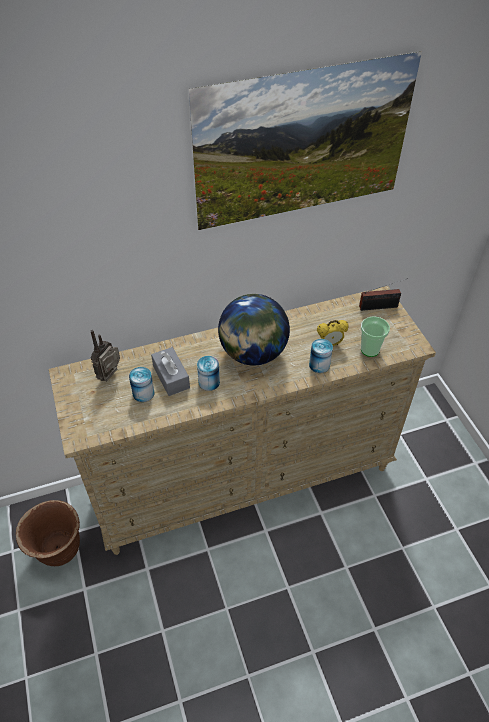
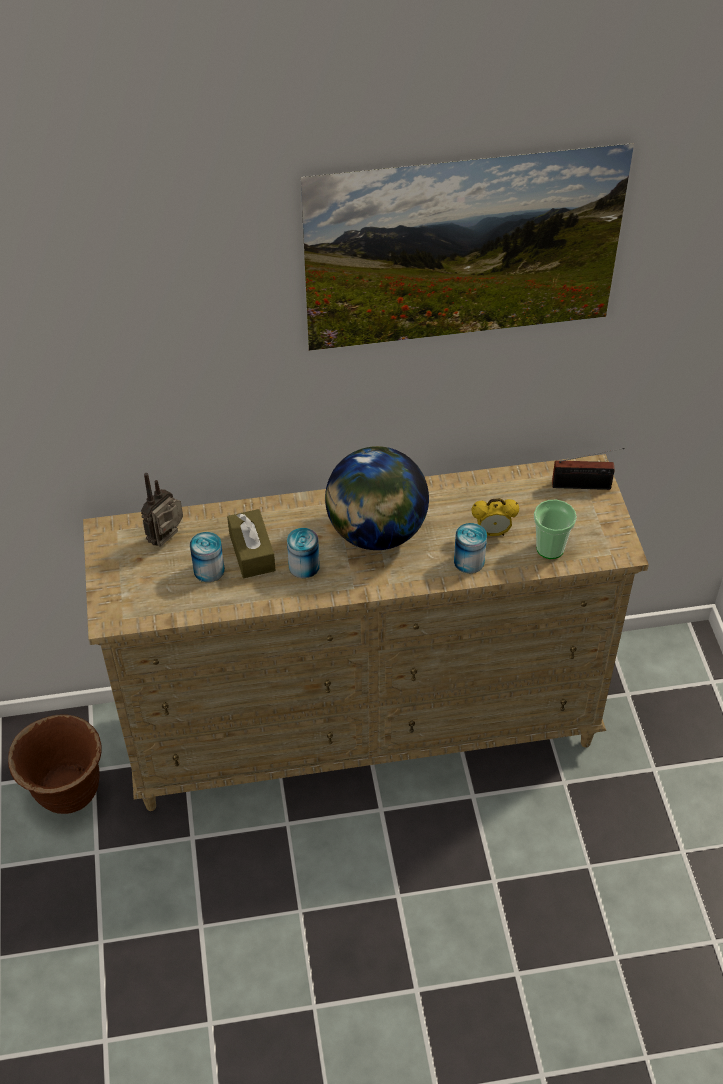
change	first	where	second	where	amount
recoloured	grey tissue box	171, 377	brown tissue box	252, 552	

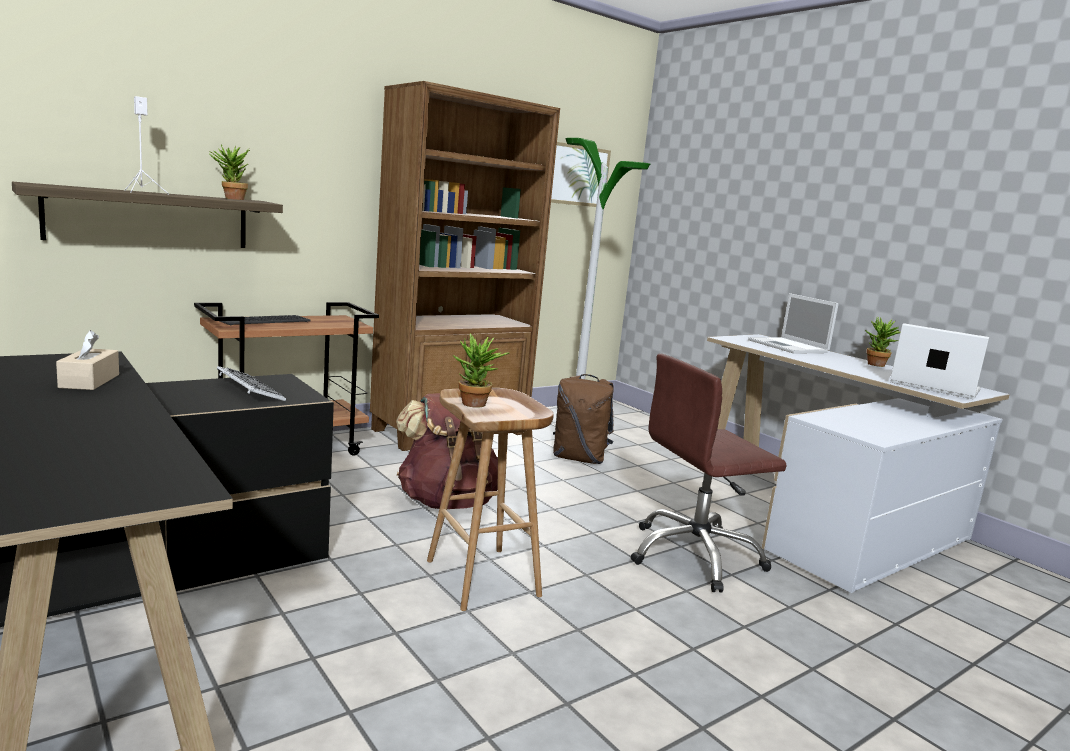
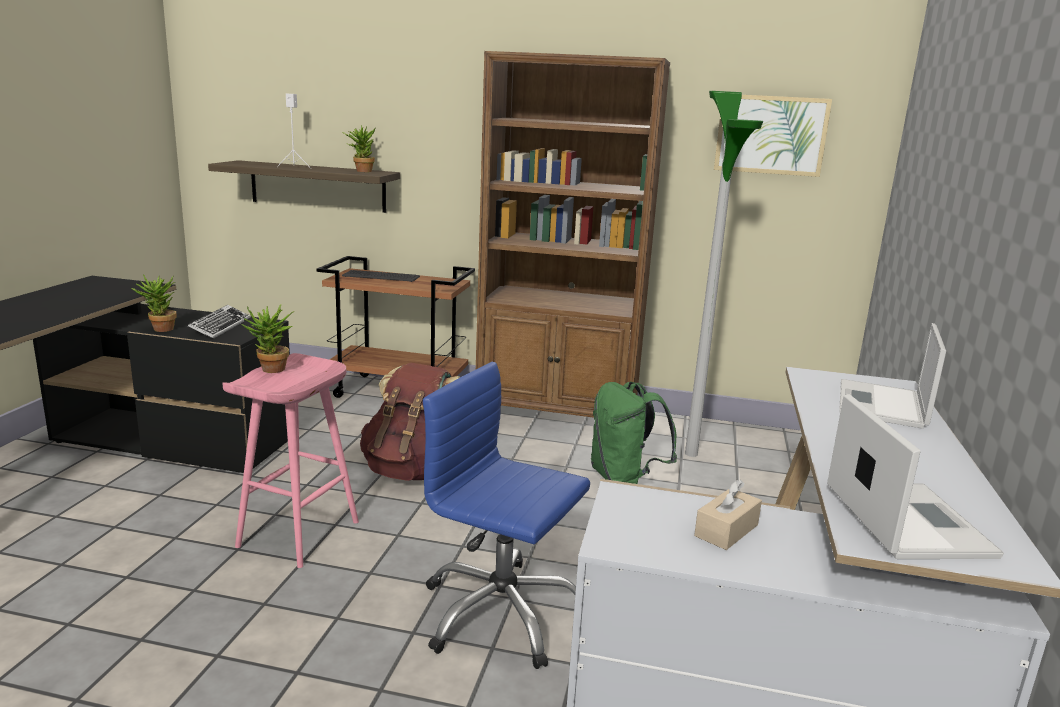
change	first	where	second	where	amount
moved	beige tissue box	89, 381		726, 530	
moved	potted plant	878, 365		159, 330	
recoloured	brown stool	484, 578	pink stool	299, 535	
recoloured	brown backpack	579, 459	green backpack	624, 481	
recoloured	brown office chair	695, 556	blue office chair	500, 613	

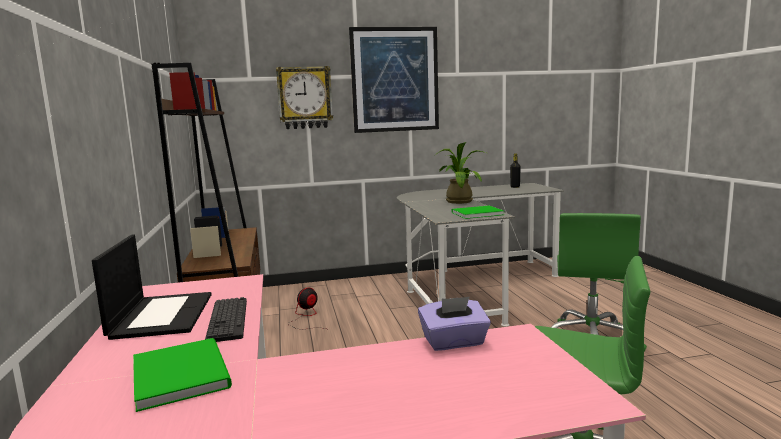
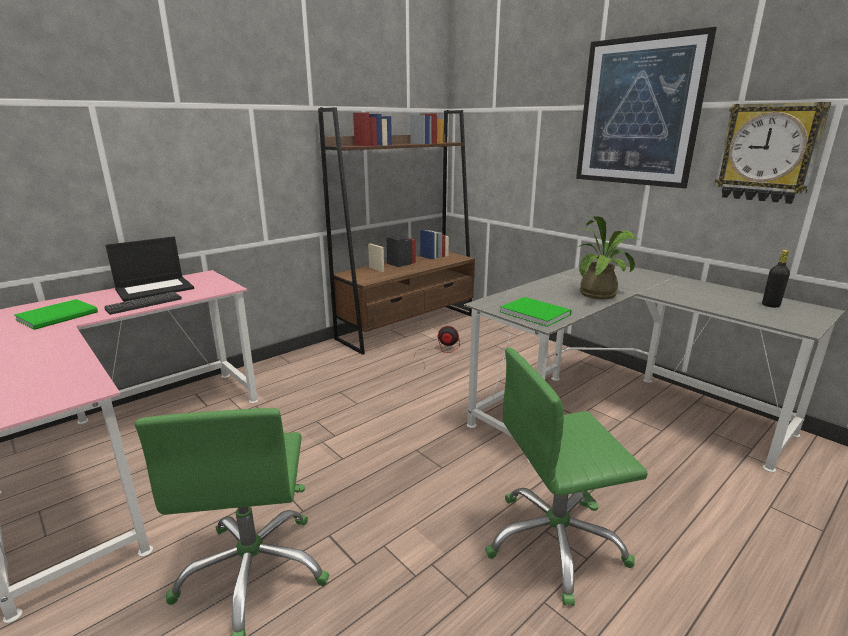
change	first	where	second	where	amount
removed	purple tissue box	454, 342			
moved	wall clock	305, 98		768, 153	

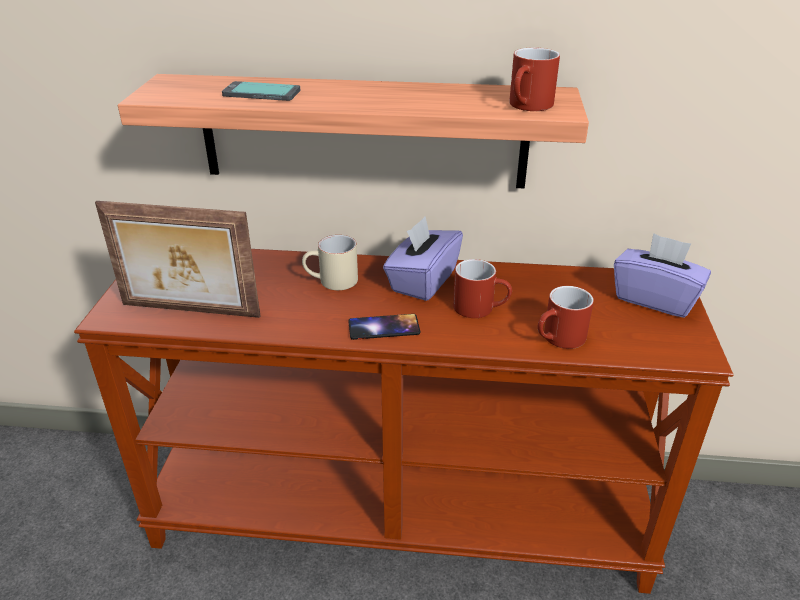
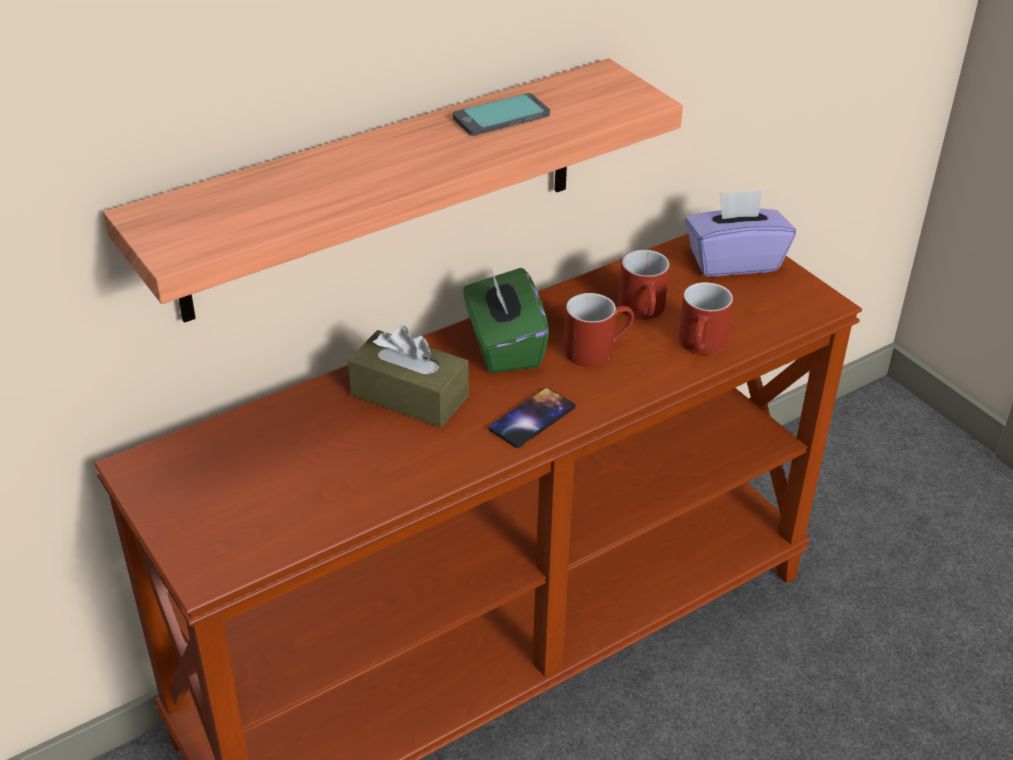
change	first	where	second	where	amount
removed	picture frame	189, 311			
moved	phone	261, 93		501, 117	
moved	red mug	529, 107		645, 312	
replaced	beige mug	331, 282	brown tissue box	409, 395	
recoloured	purple tissue box	422, 281	green tissue box	503, 346	

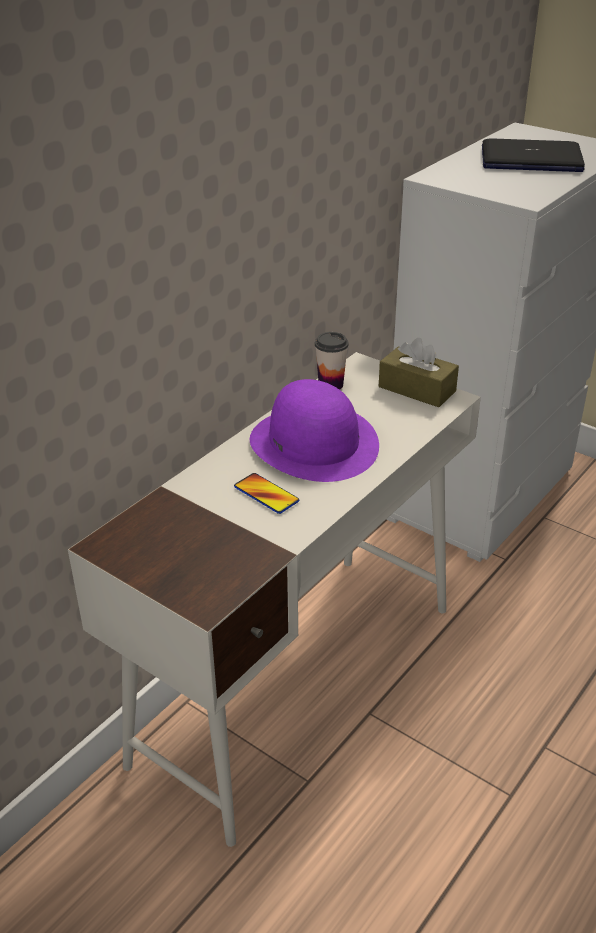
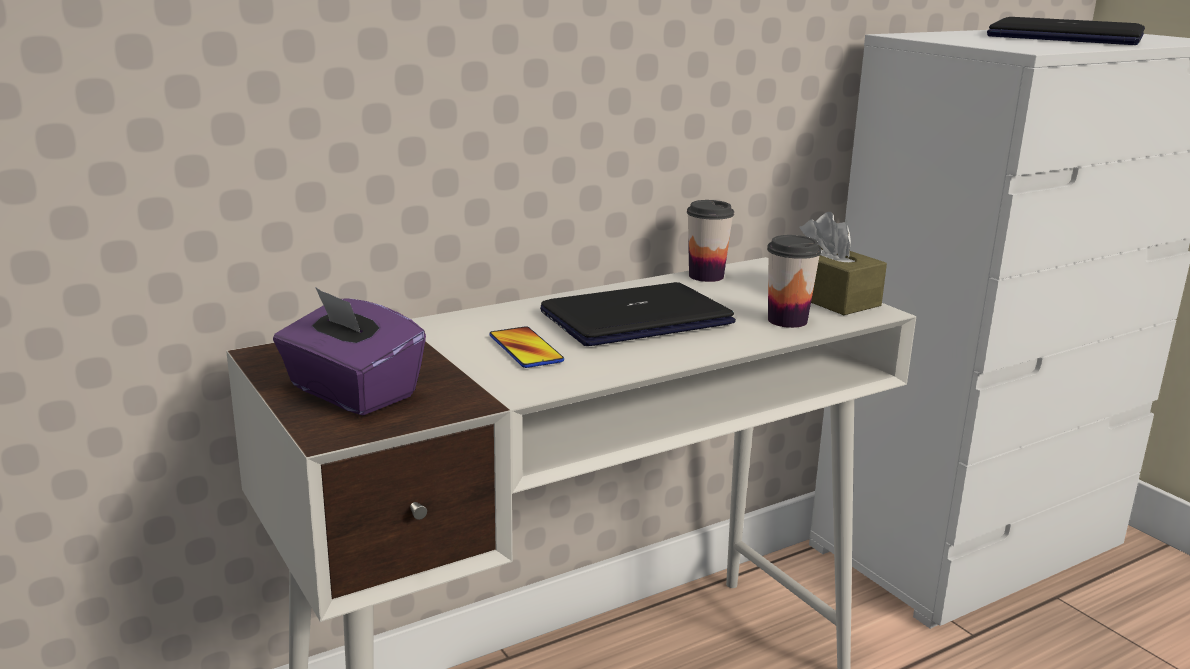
change	first	where	second	where	amount
added			purple tissue box	351, 392	
added			cup	787, 320	
replaced	purple hat	314, 443	laptop	636, 318	

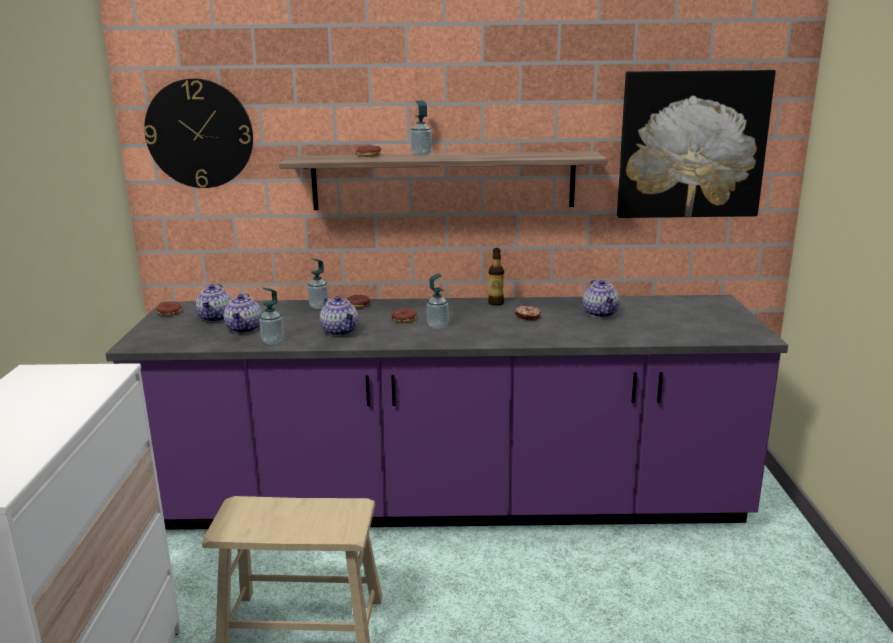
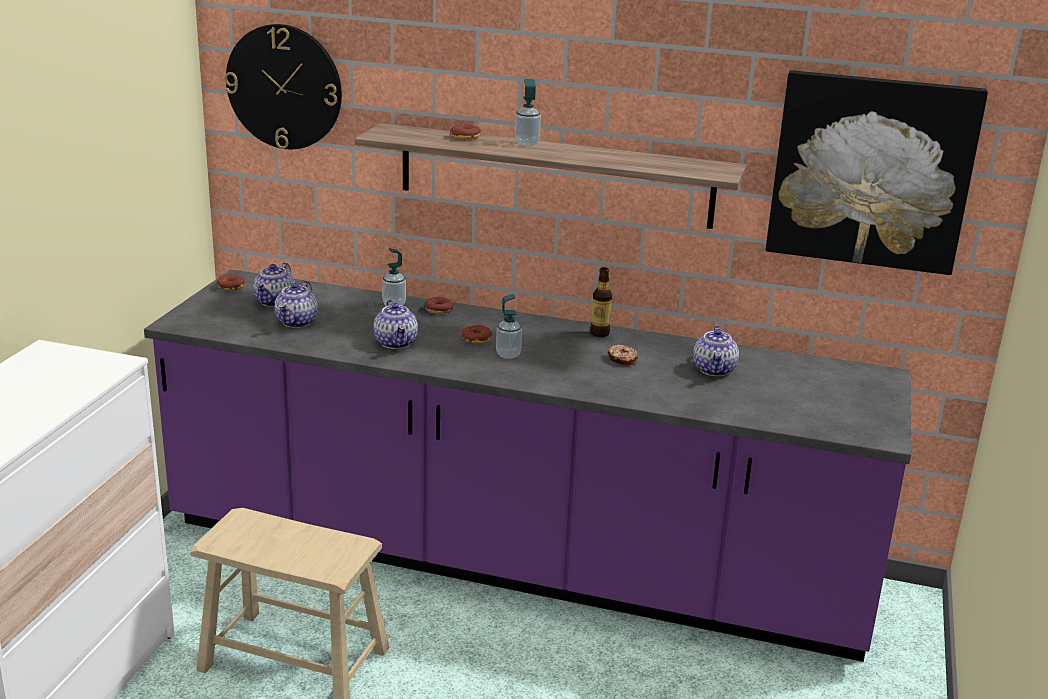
change	first	where	second	where	amount
removed	soap dispenser	273, 341			

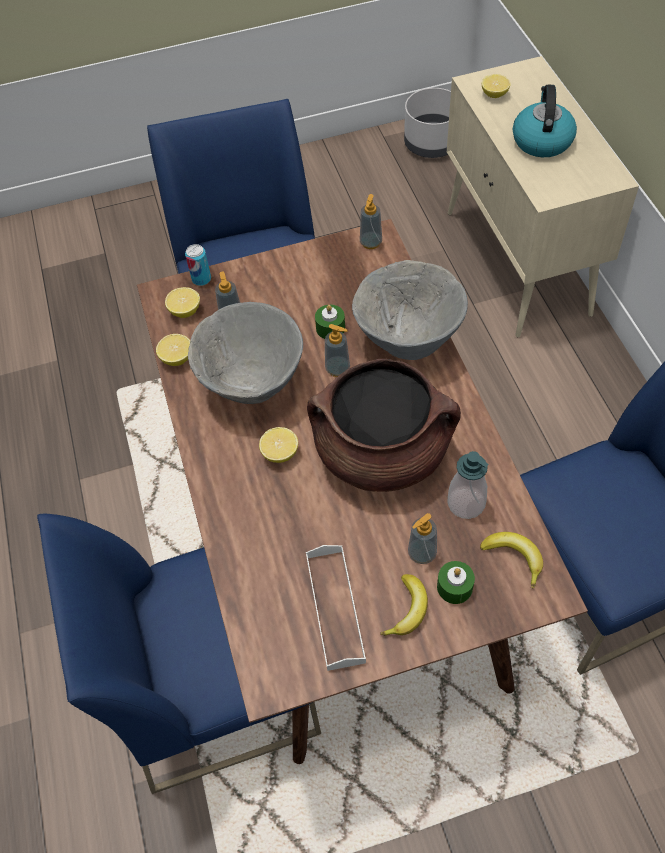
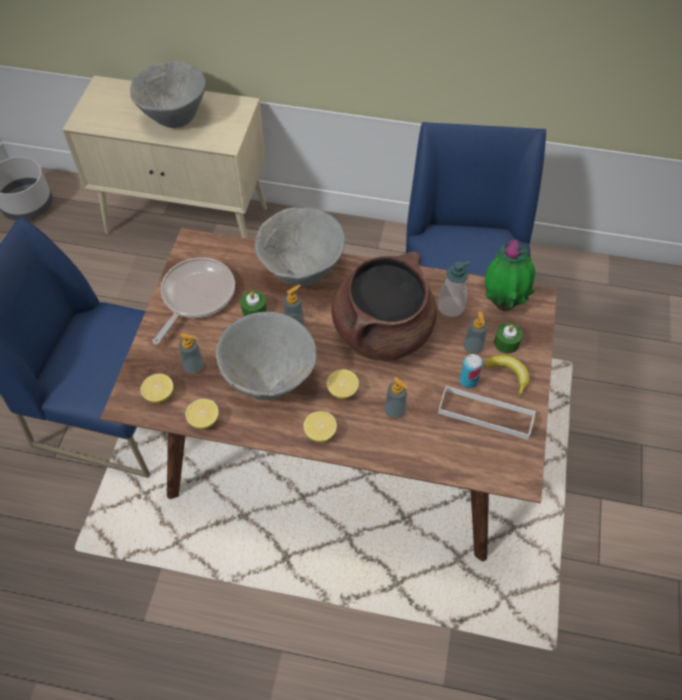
change	first	where	second	where	amount
removed	blue chair	219, 684			
added			frying pan	196, 296	
moved	can	201, 279		468, 381	
moved	soap dispenser	371, 242		394, 411	
moved	lemon	494, 94		320, 433	
replaced	banana	514, 557	potted plant	503, 303	
replaced	kettle	541, 140	grey bowl	174, 118	

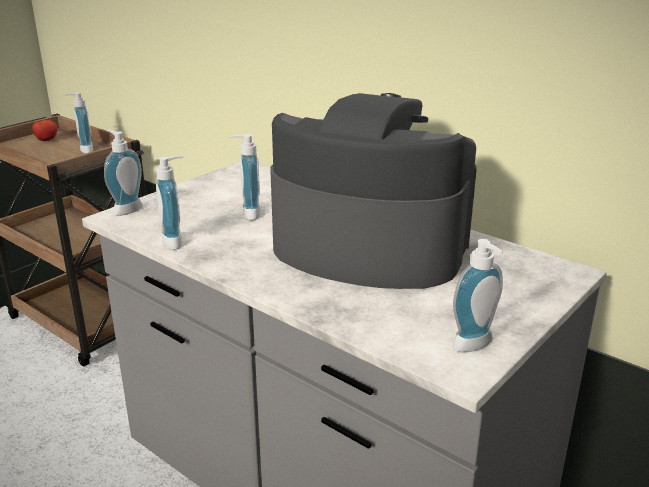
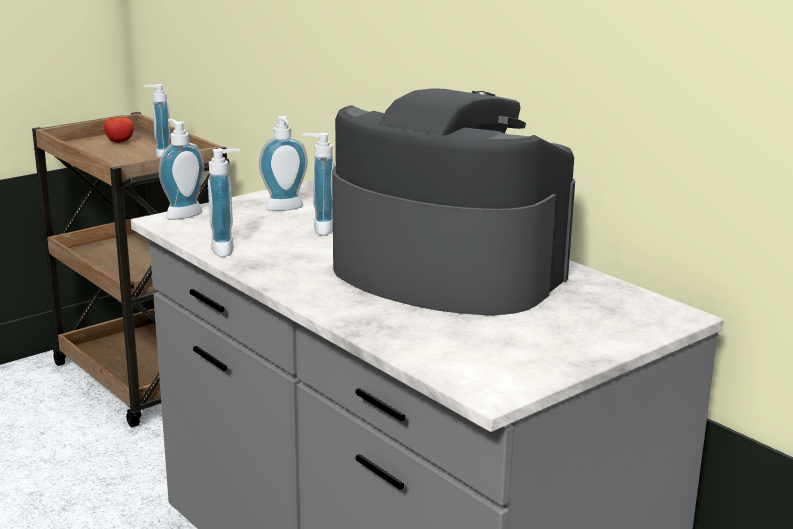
change	first	where	second	where	amount
moved	soap dispenser	476, 346		285, 209	

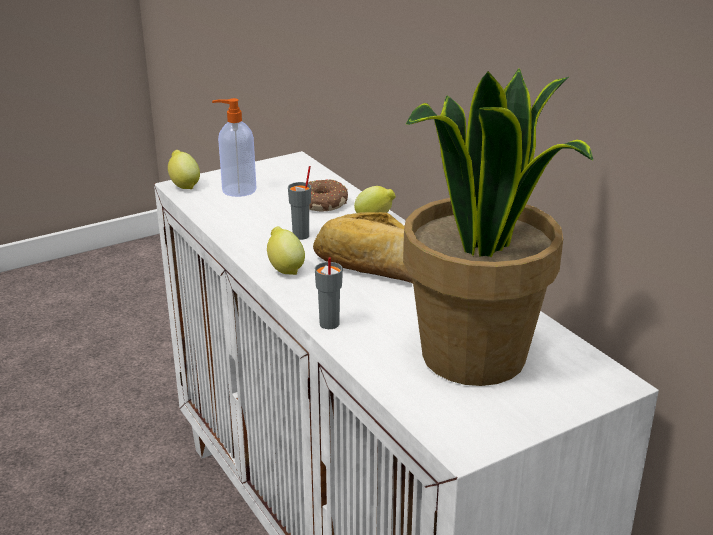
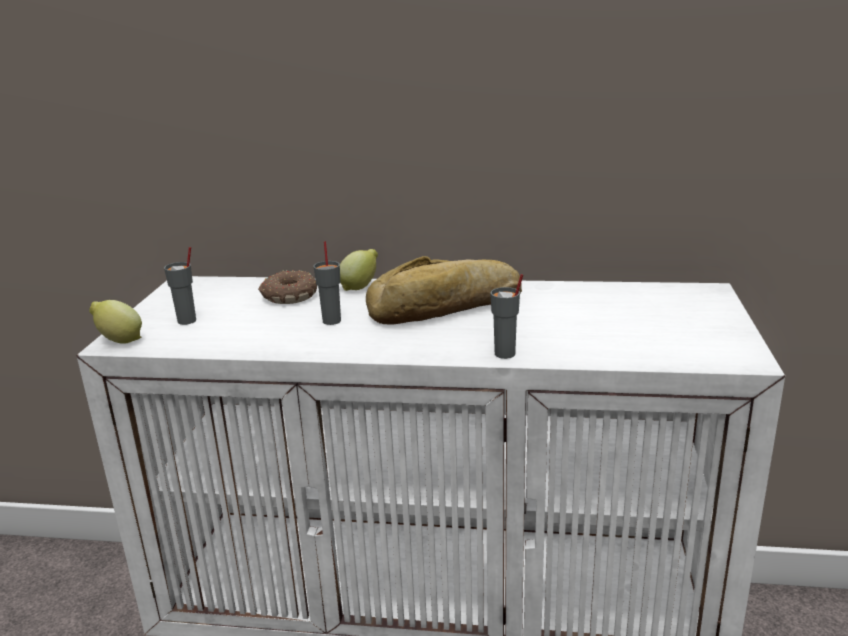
change	first	where	second	where	amount
removed	lemon	285, 269			
removed	potted plant	475, 357			
replaced	soap dispenser	237, 190	grey cup	187, 321	

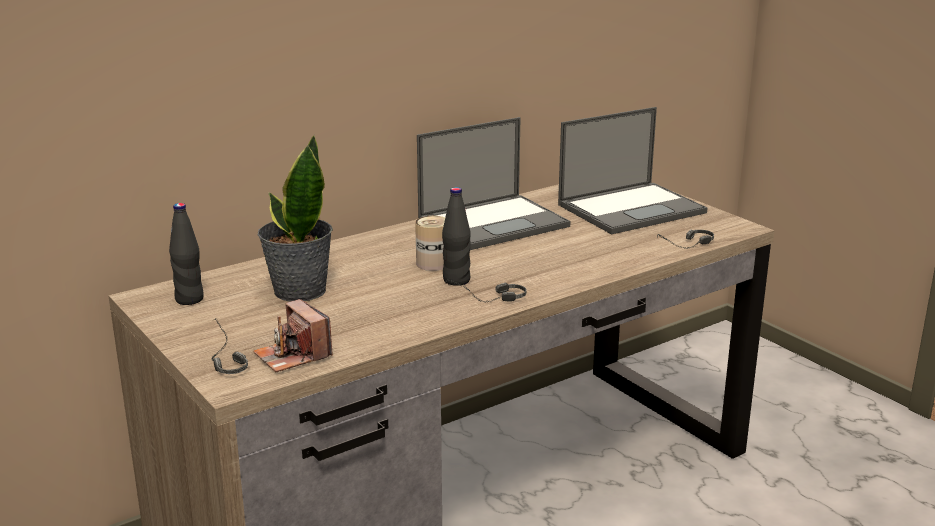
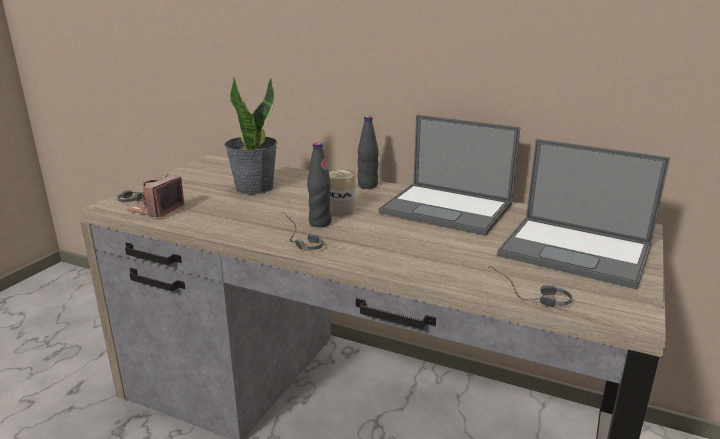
change	first	where	second	where	amount
moved	black bottle	189, 299		367, 185	

